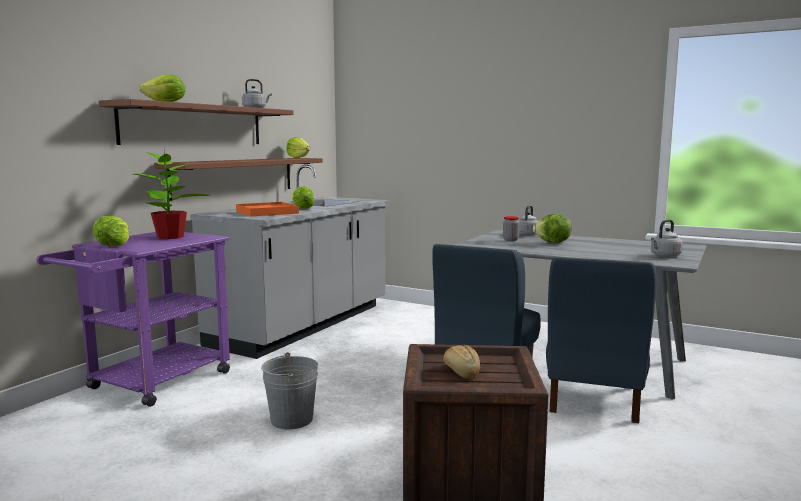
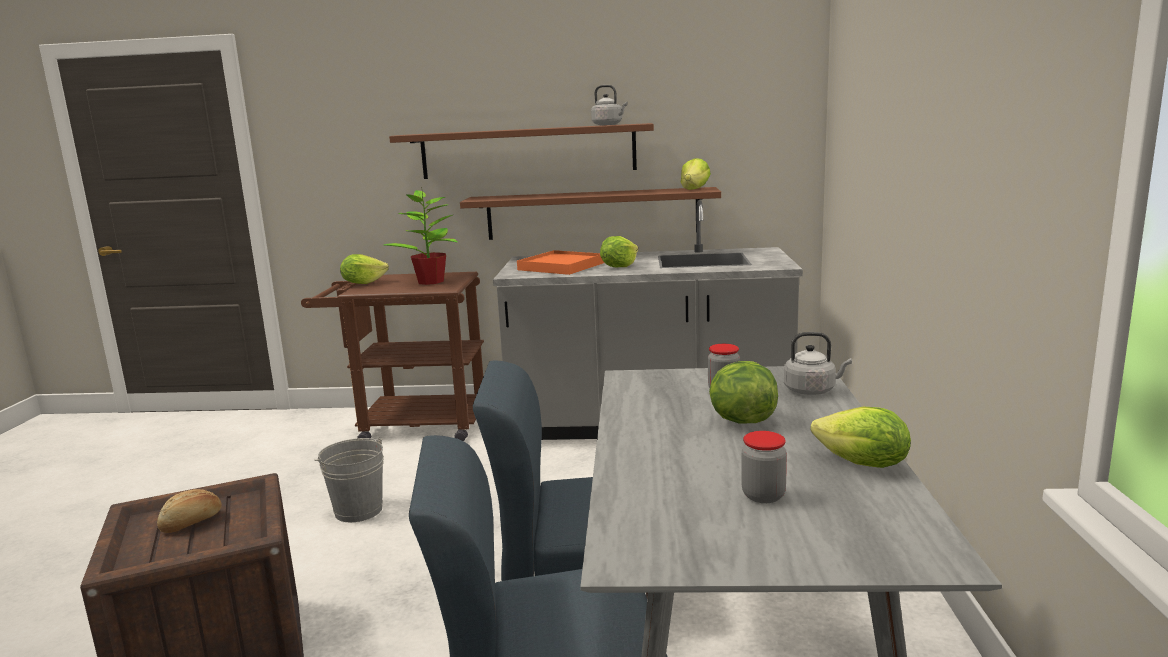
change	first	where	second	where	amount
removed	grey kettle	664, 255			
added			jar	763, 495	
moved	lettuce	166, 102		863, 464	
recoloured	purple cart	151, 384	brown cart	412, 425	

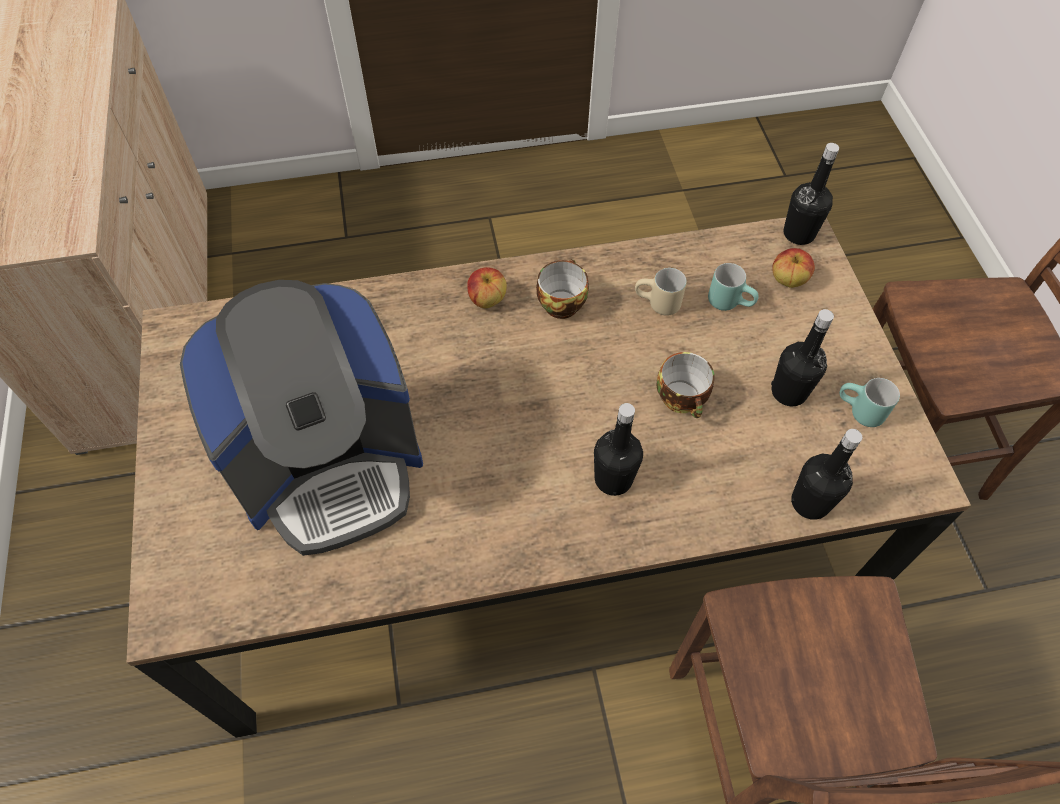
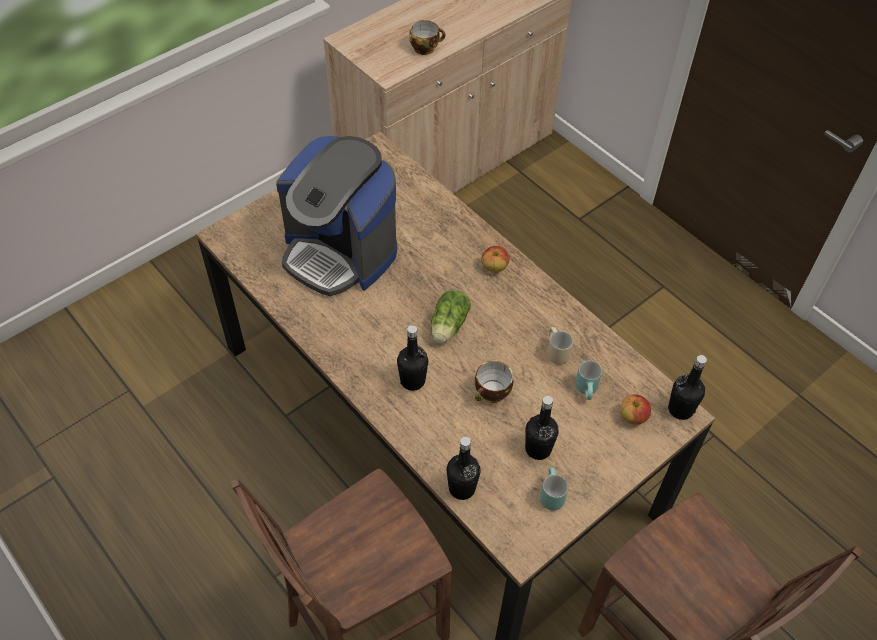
change	first	where	second	where	amount
added			lettuce	448, 327	
moved	cup	560, 302		425, 48	

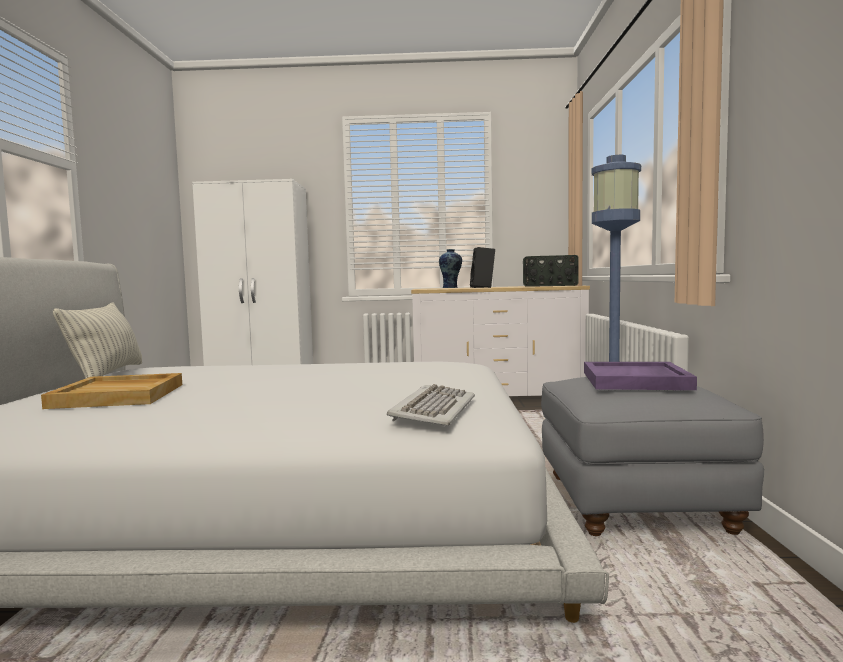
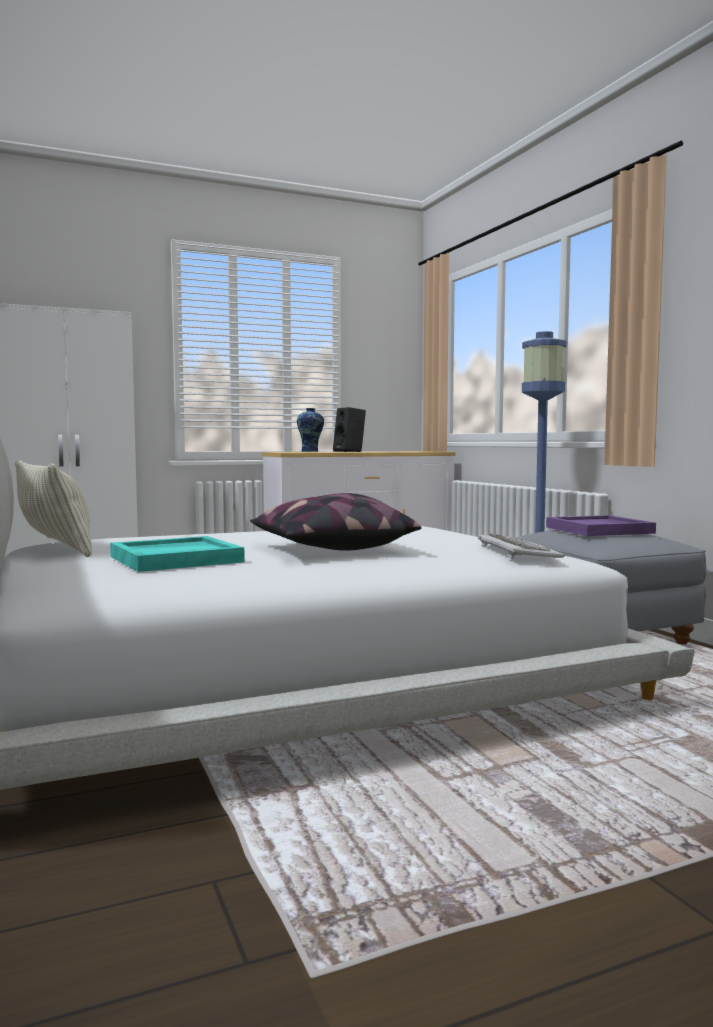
change	first	where	second	where	amount
removed	radio	549, 285			
added			pillow	331, 549	
recoloured	beige tray	120, 395	turquoise tray	176, 559	

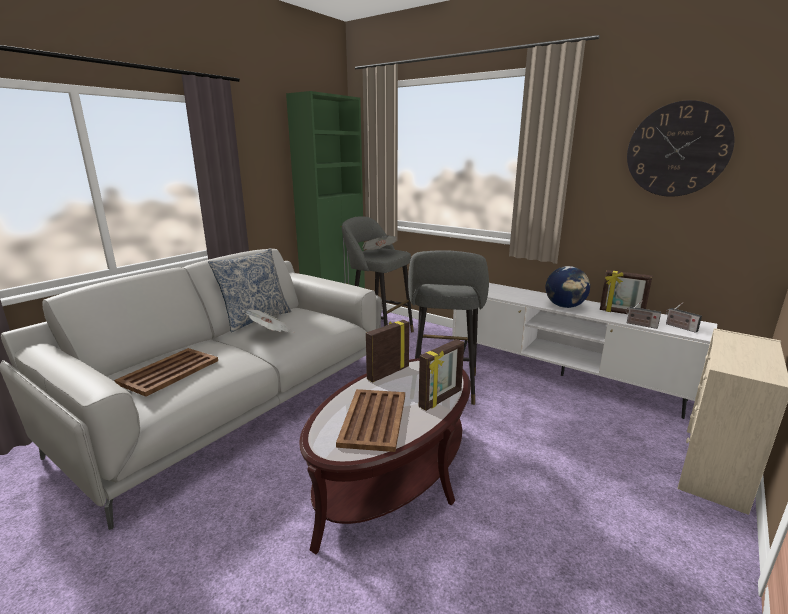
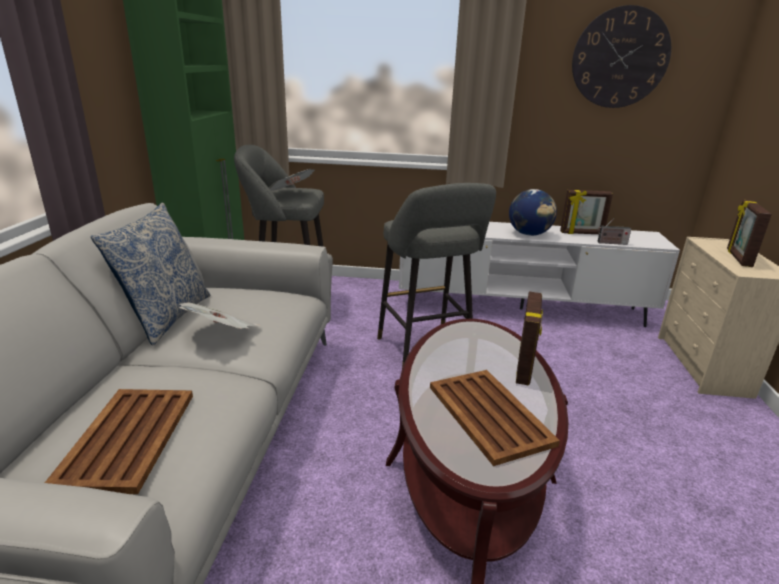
change	first	where	second	where	amount
removed	radio	679, 327			
moved	picture frame	387, 373		738, 258	

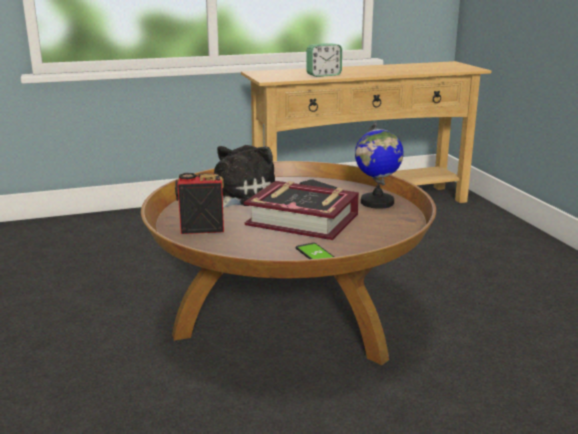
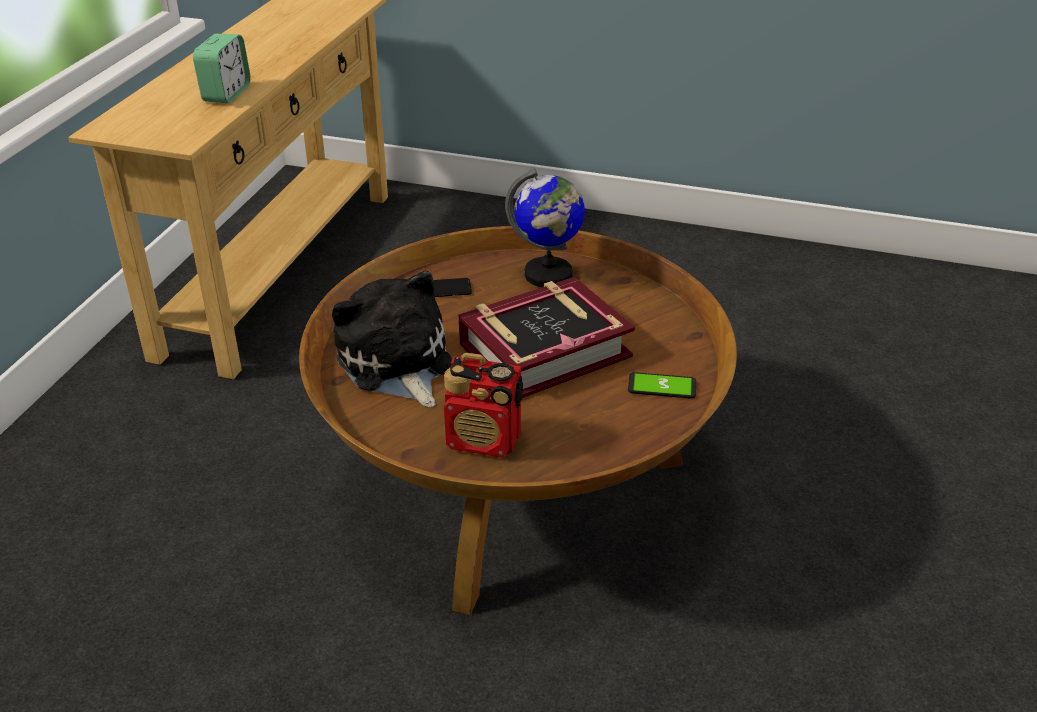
change	first	where	second	where	amount
turned	radio	201, 228		484, 441	105 degrees counterclockwise

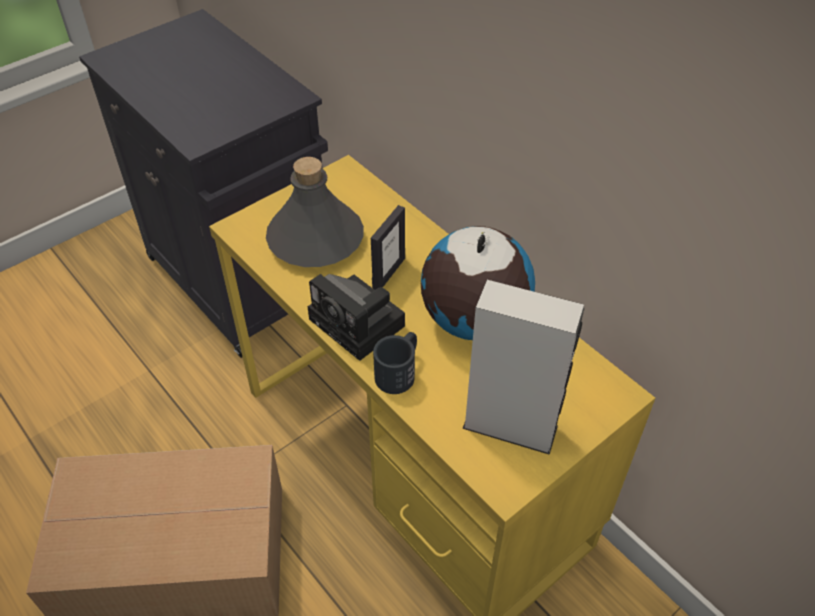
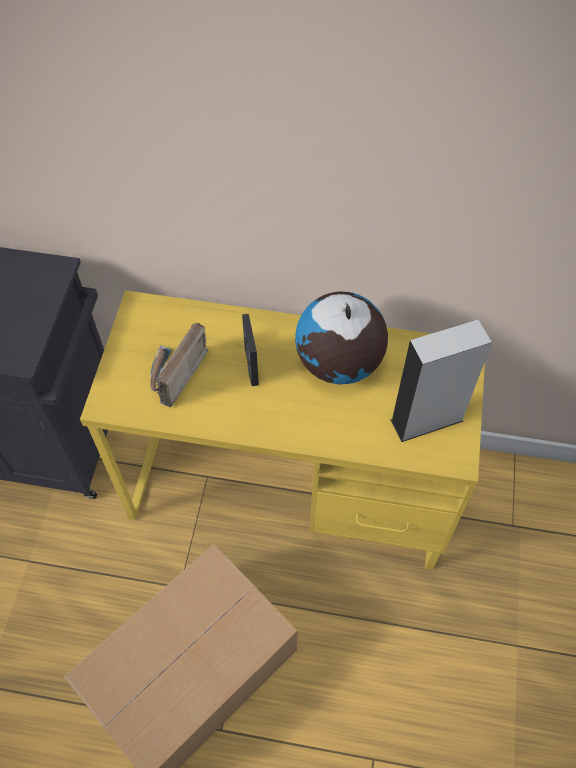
change	first	where	second	where	amount
removed	photo camera	360, 324			
removed	black mug	399, 371			
replaced	grey bottle	316, 239	radio	173, 375	

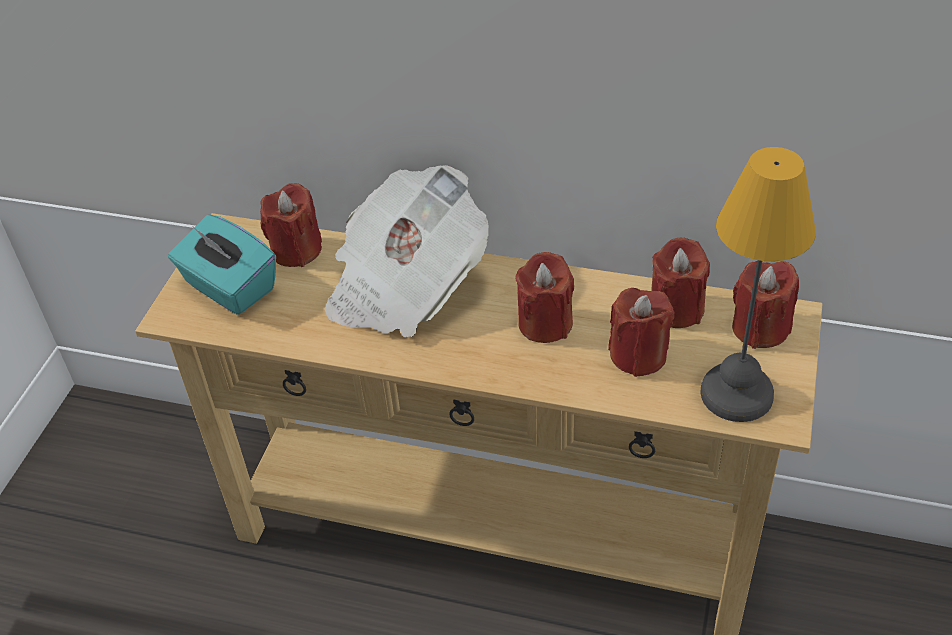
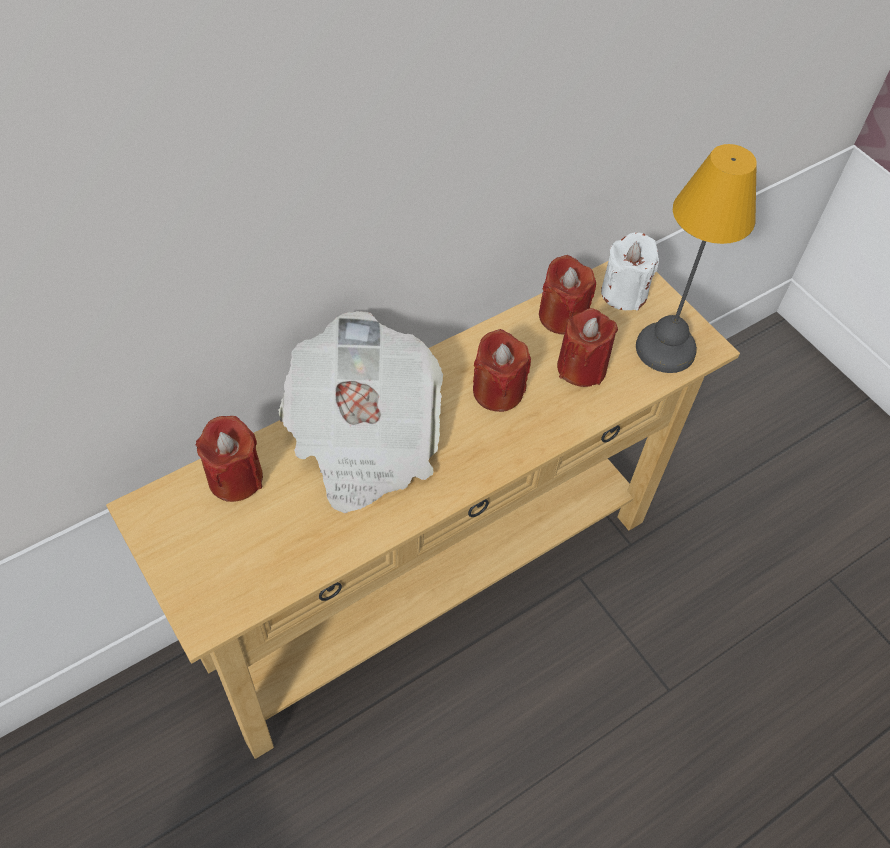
change	first	where	second	where	amount
removed	turquoise tissue box	229, 287			
recoloured	red candle	760, 328	white candle	624, 293	

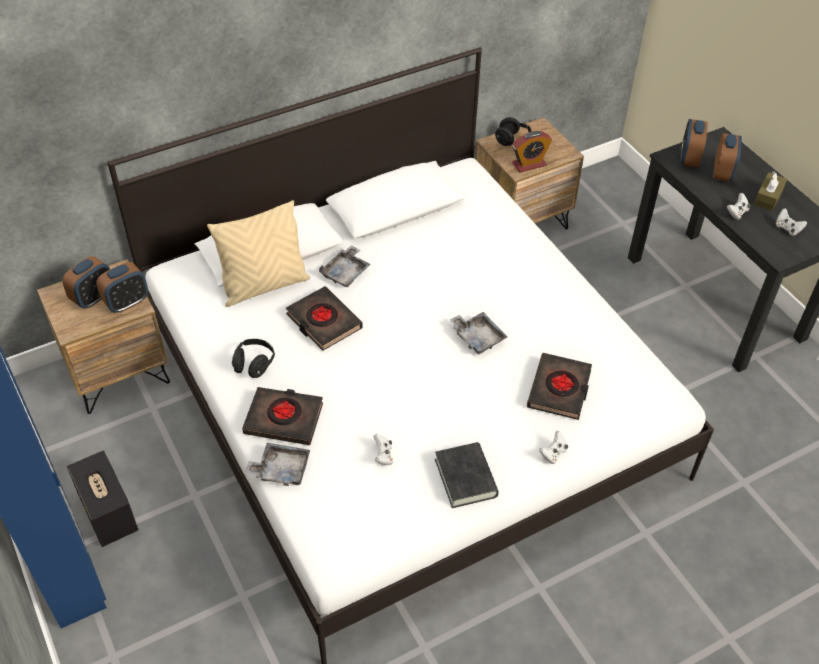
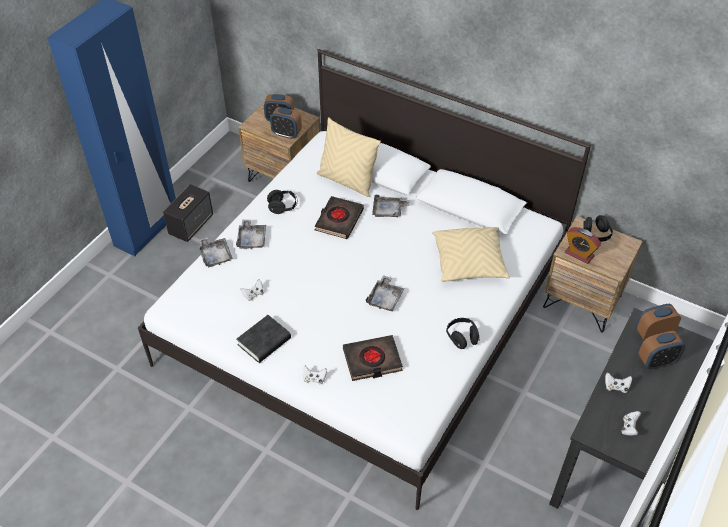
change	first	where	second	where	amount
removed	brown tissue box	768, 197			
added			beige pillow	469, 263	
added			black headphones	462, 338	
replaced	black book	284, 419	grey tray	252, 239	

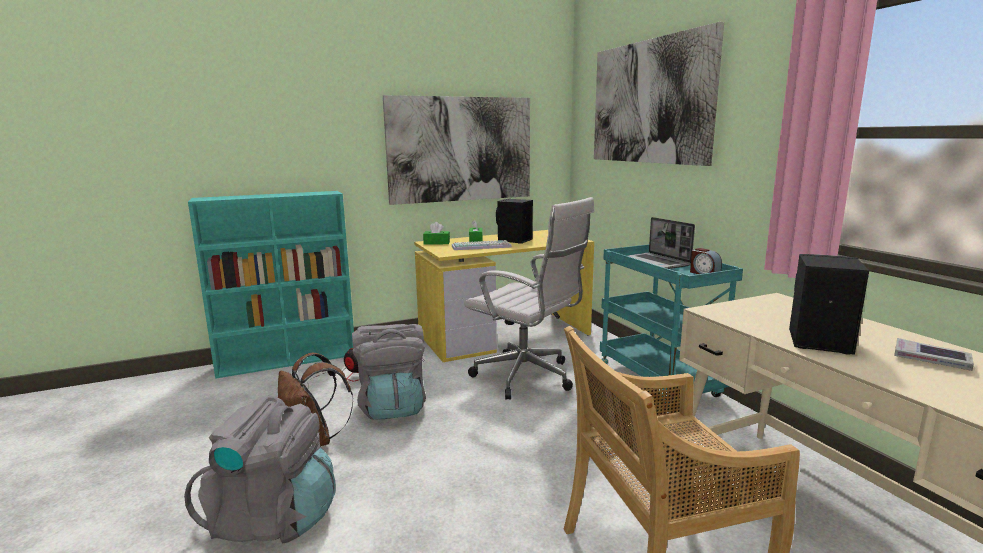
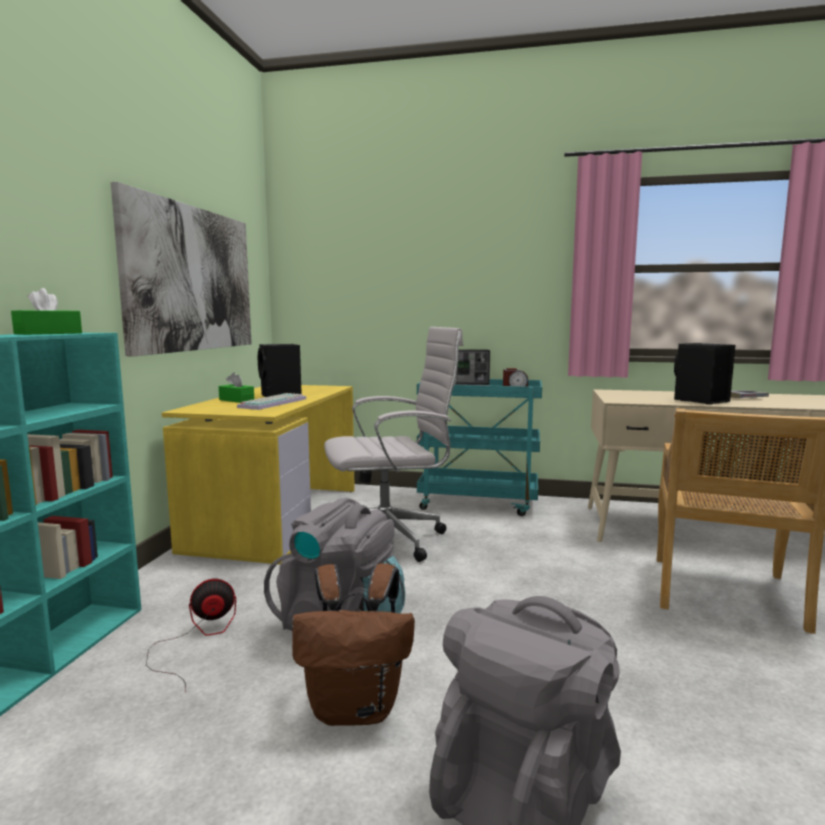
change	first	where	second	where	amount
removed	picture	650, 102			
moved	green tissue box	436, 243		48, 333	

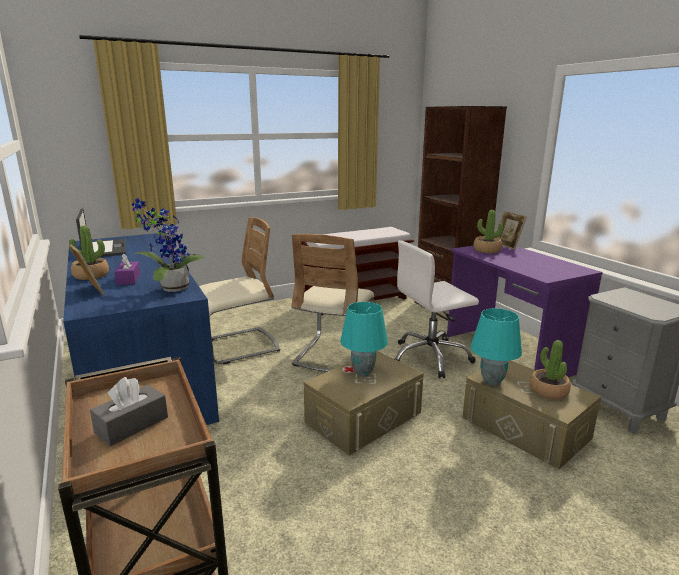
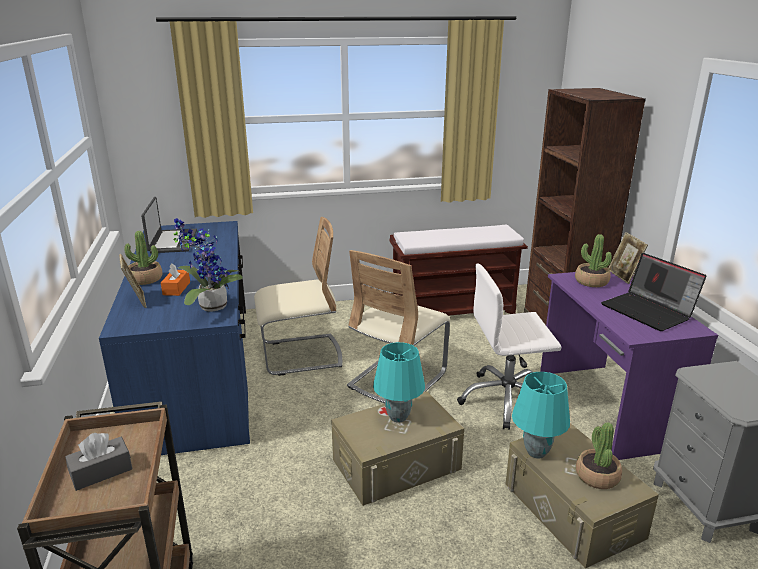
change	first	where	second	where	amount
added			laptop	649, 311	
recoloured	purple tissue box	128, 279	orange tissue box	176, 288	

